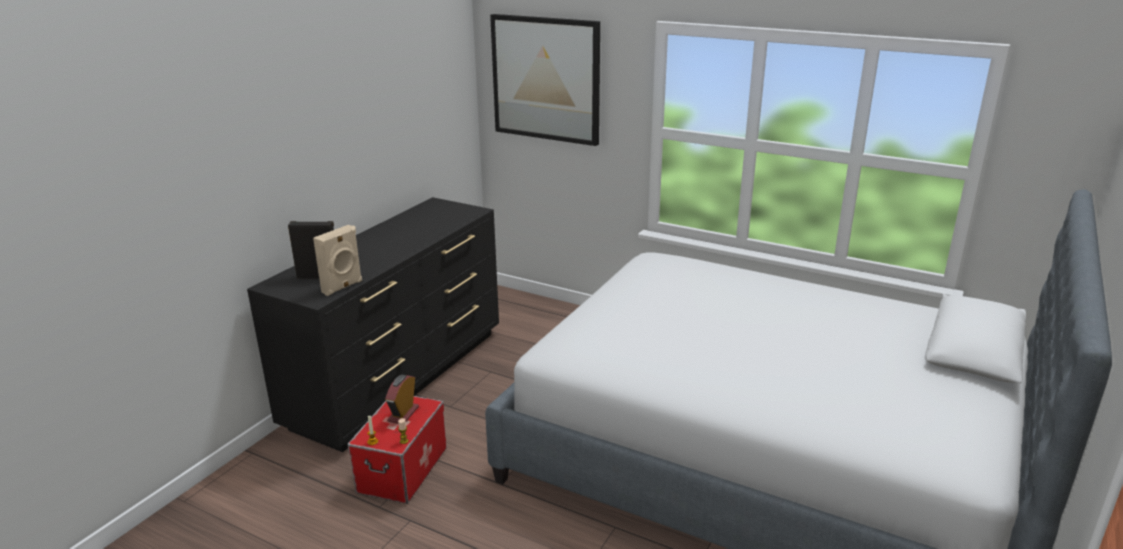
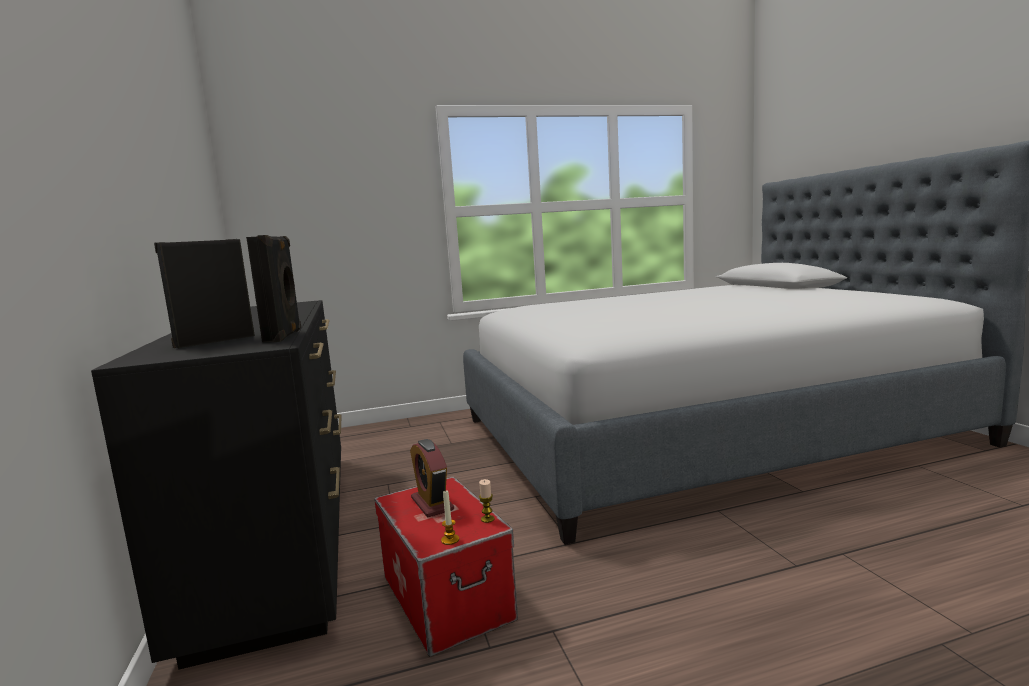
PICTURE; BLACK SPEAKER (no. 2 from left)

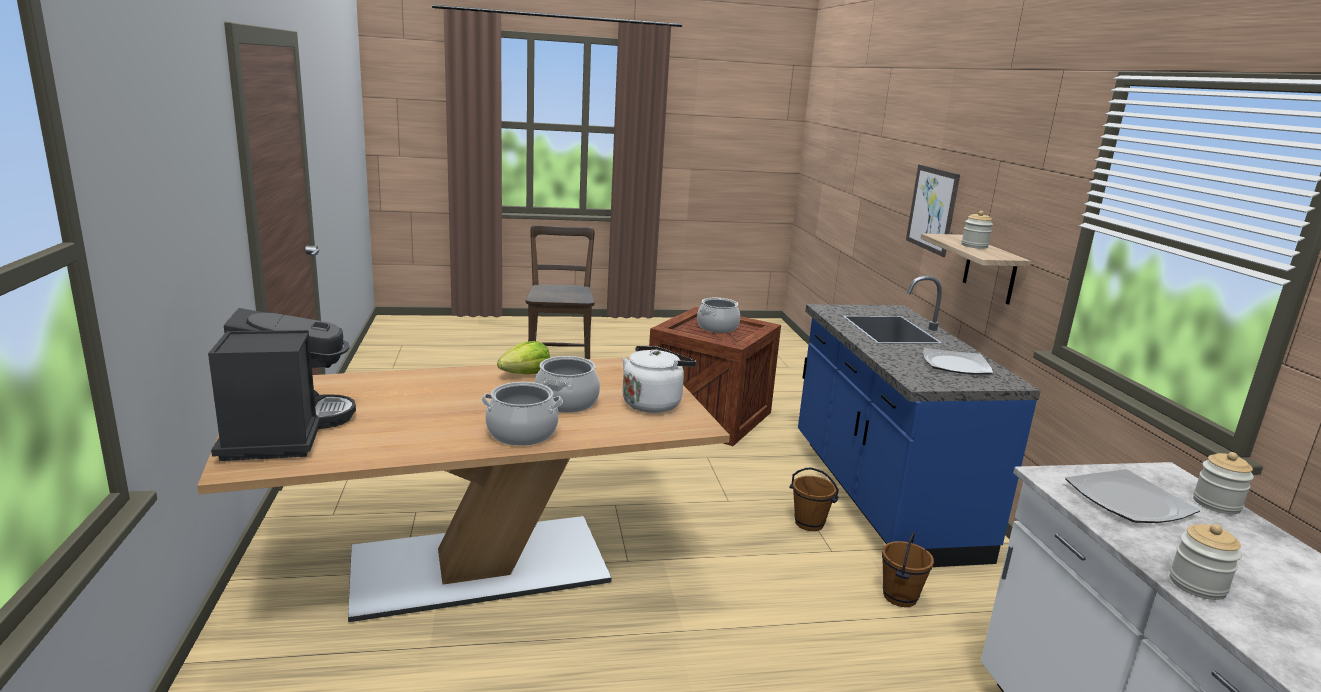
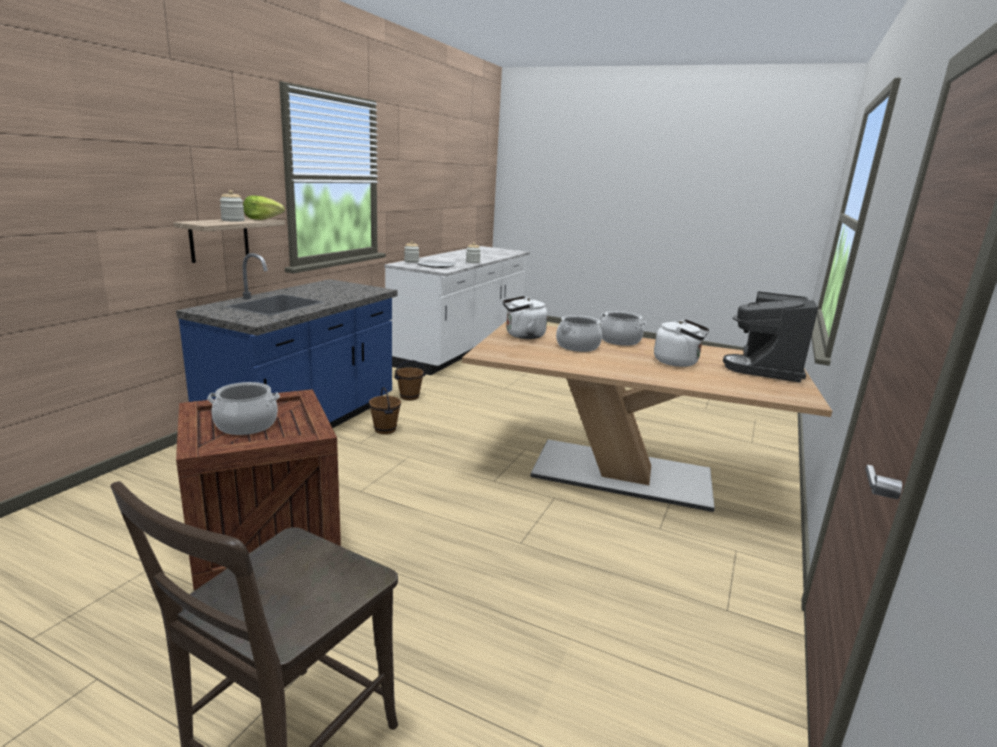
PICTURE; PLATE (no. 1 from left in the first image); WHITE KETTLE (no. 2 from left); LETTUCE

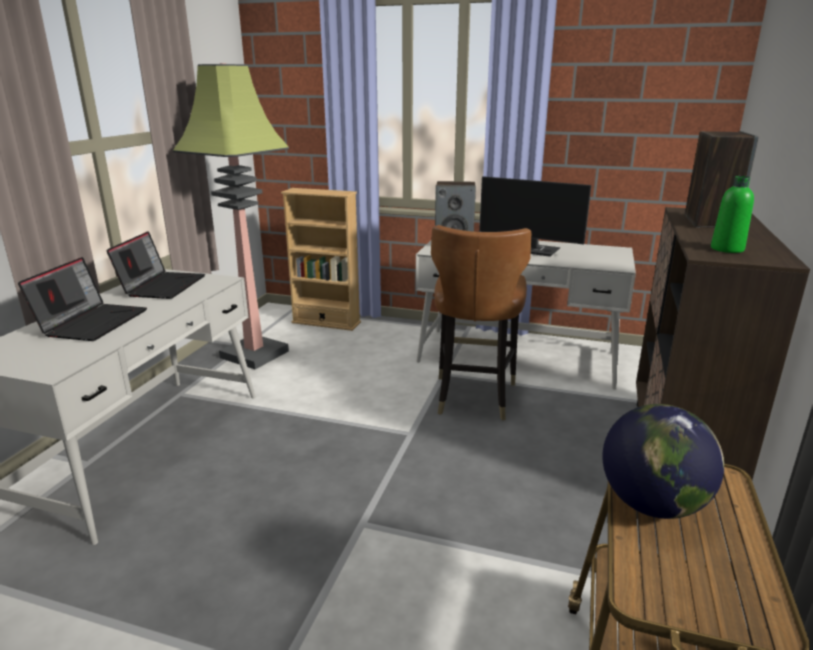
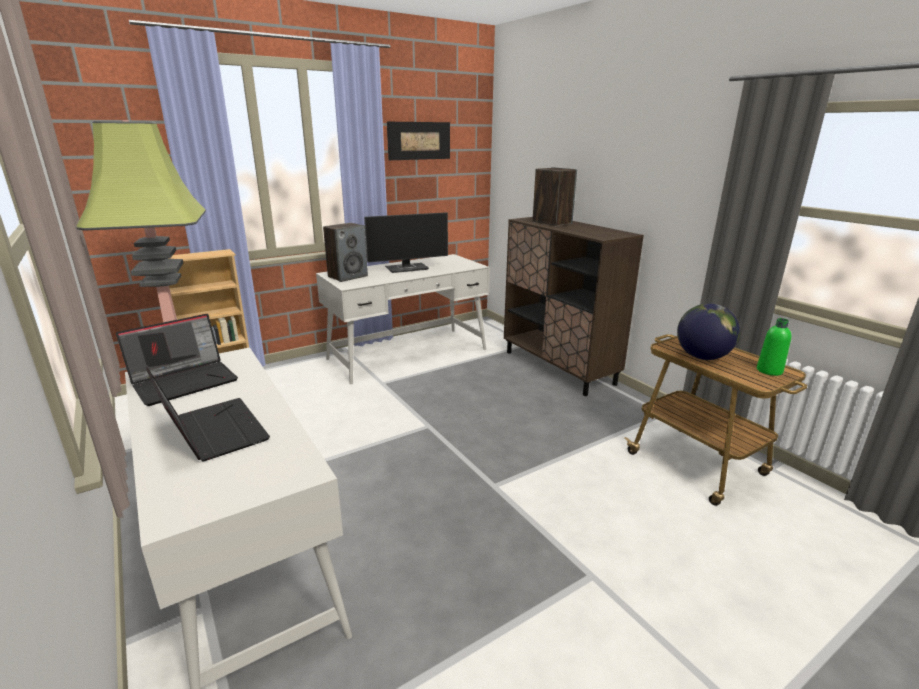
BROWN CHAIR; PICTURE; GREEN BOTTLE; LAPTOP (no. 1 from left)

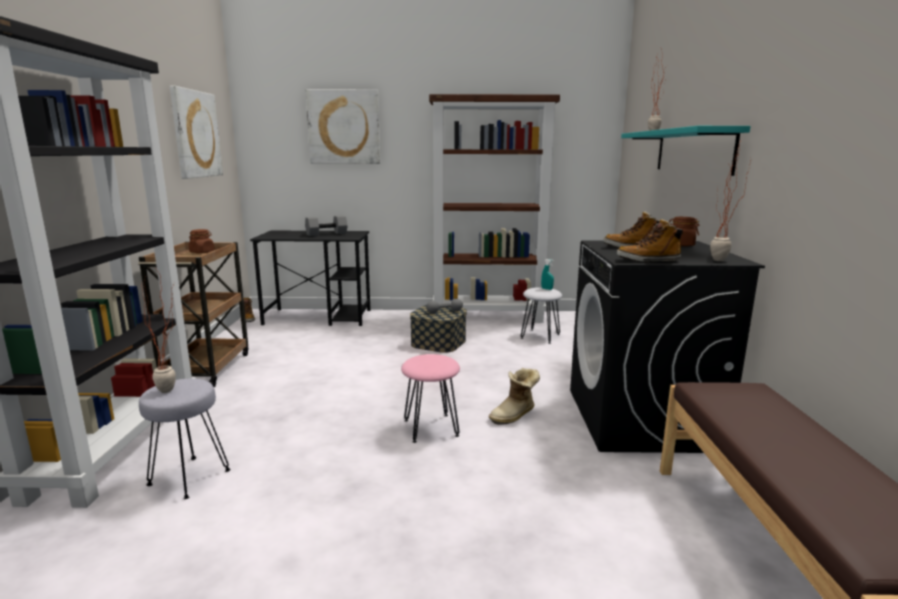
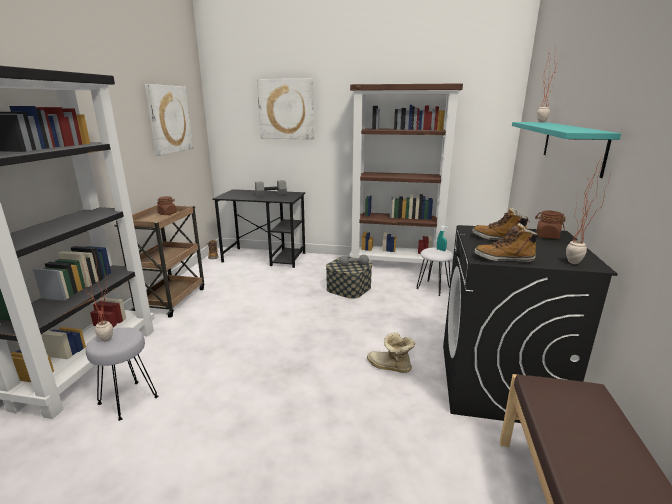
PINK STOOL; BOOT (no. 2 from left)

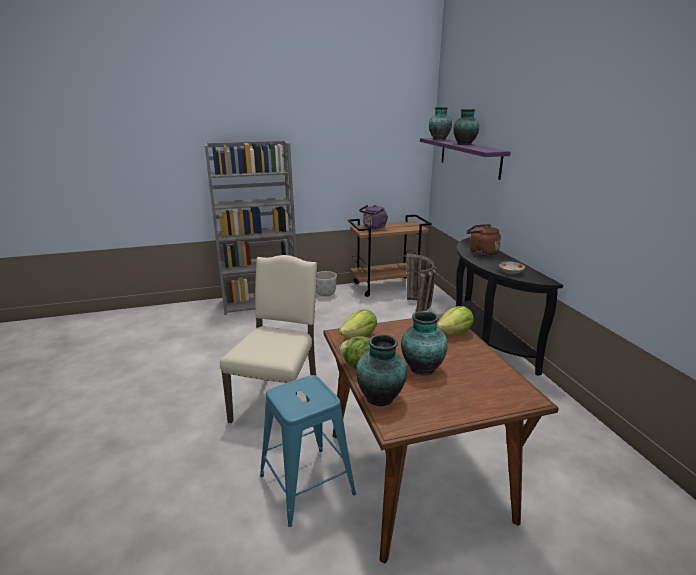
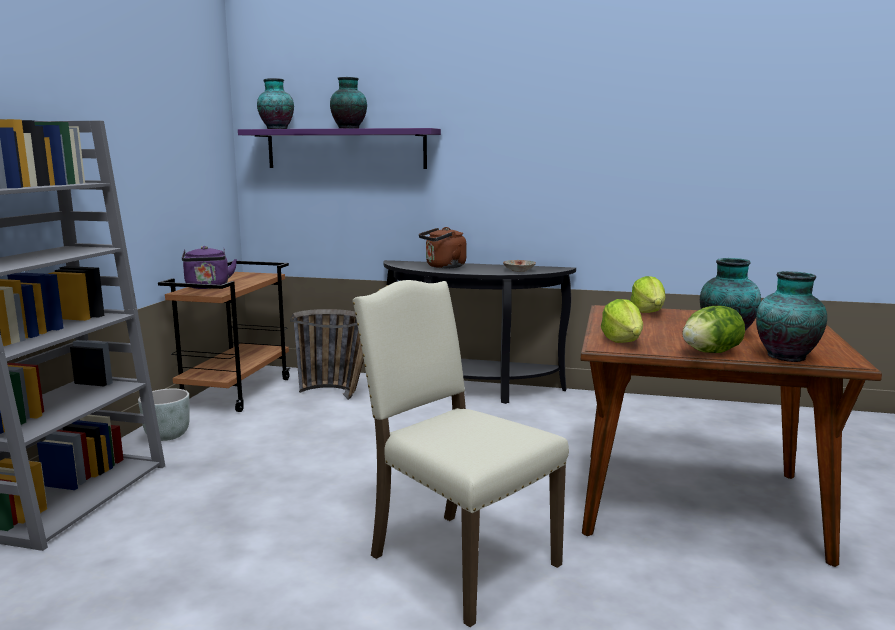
BLUE STOOL

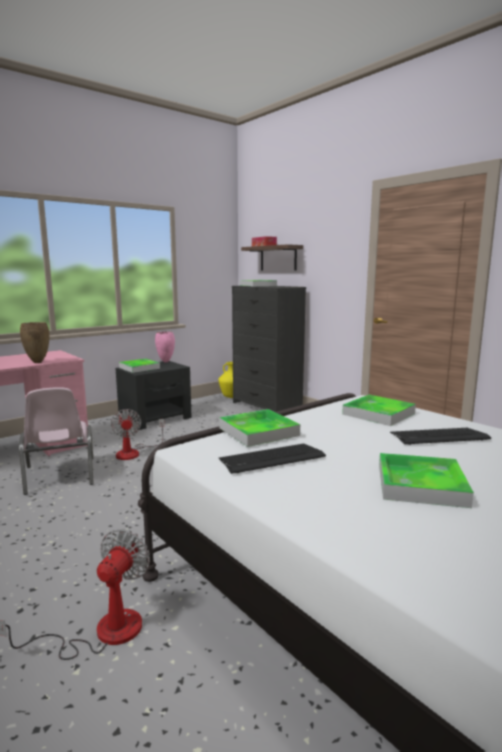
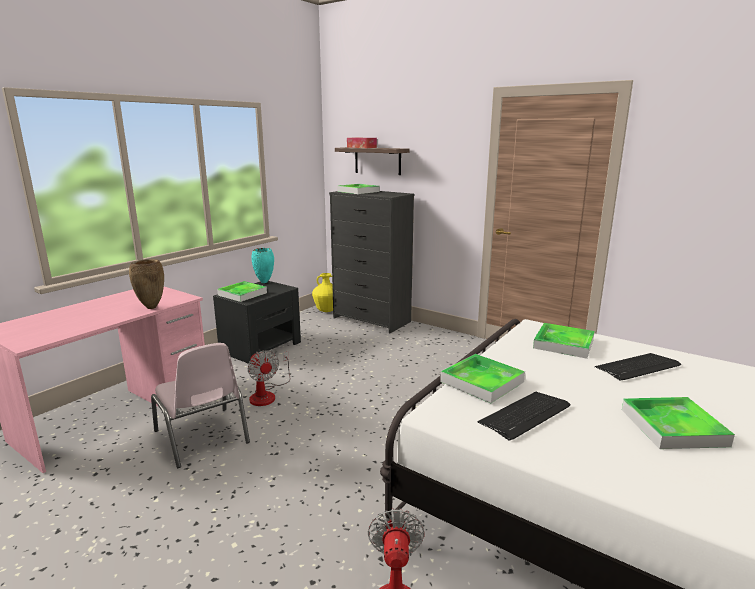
TURQUOISE VASE

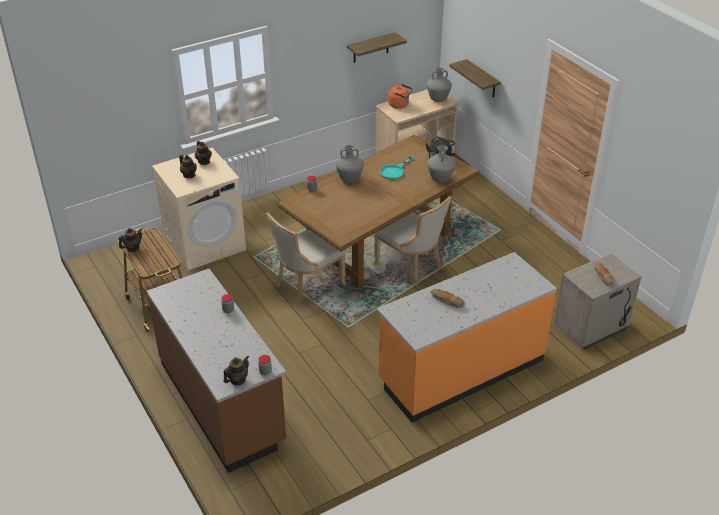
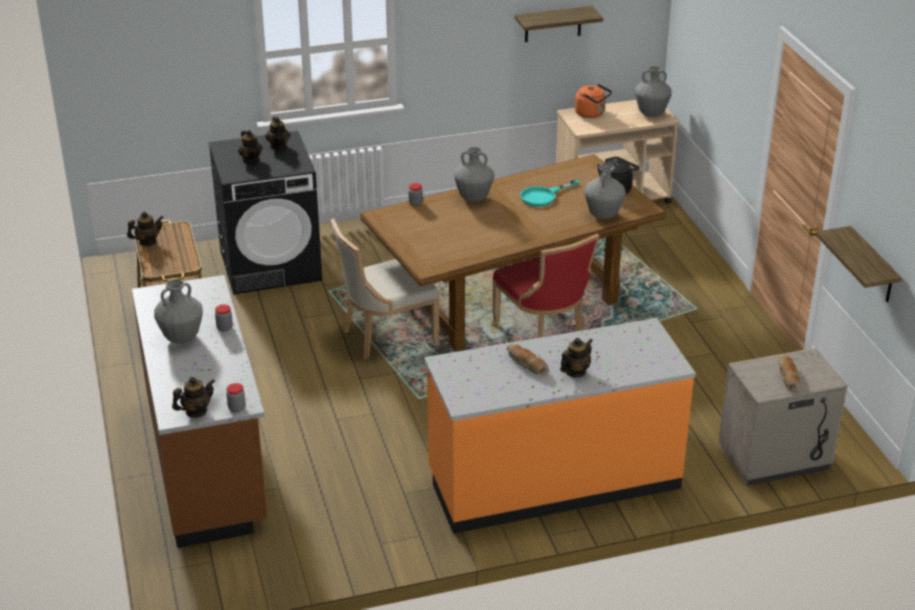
GREY VASE (no. 1 from left); TEAPOT (no. 5 from left); SHELF (no. 2 from left); BLACK WASHING MACHINE; RED CHAIR

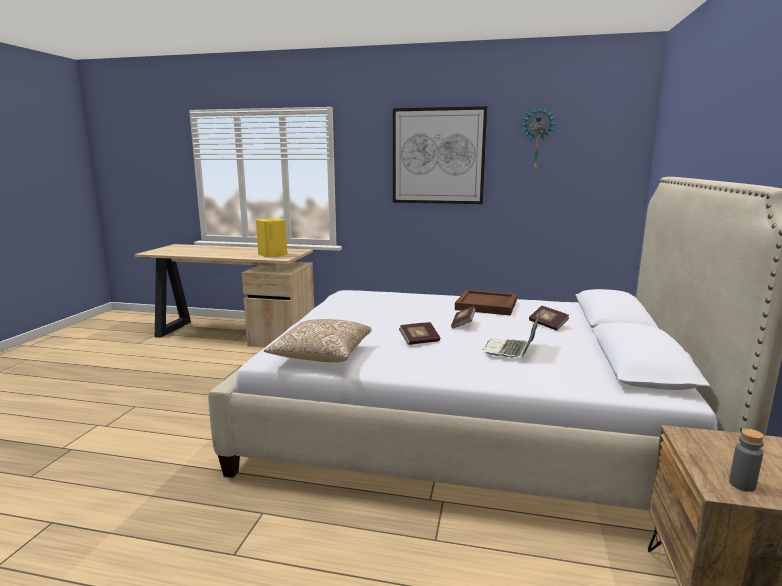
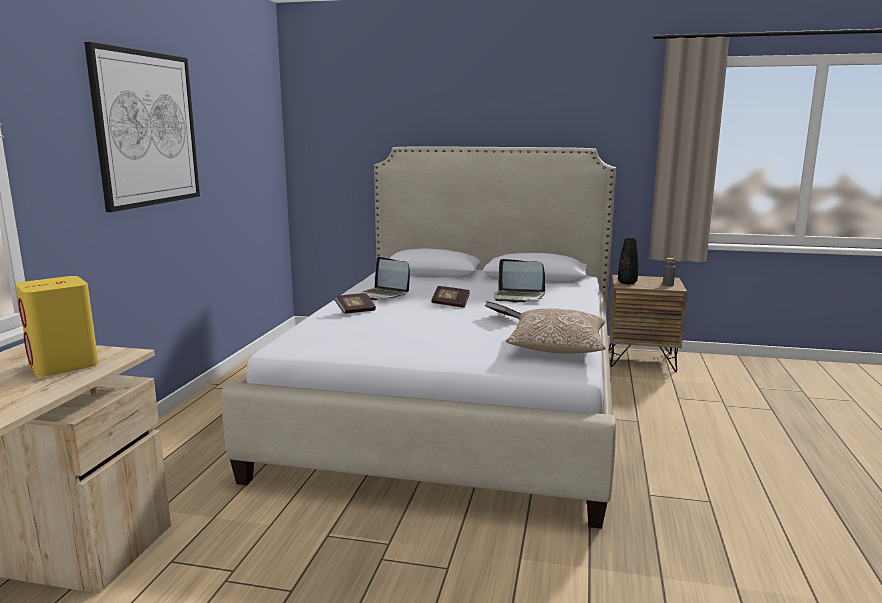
WALL CLOCK; BLACK VASE; BOOK (no. 1 from left); LAPTOP (no. 1 from left)

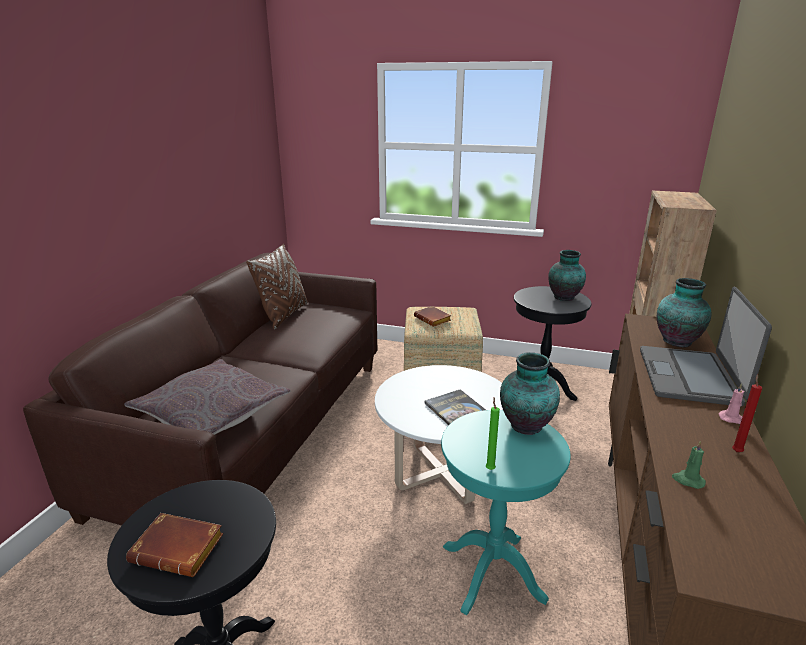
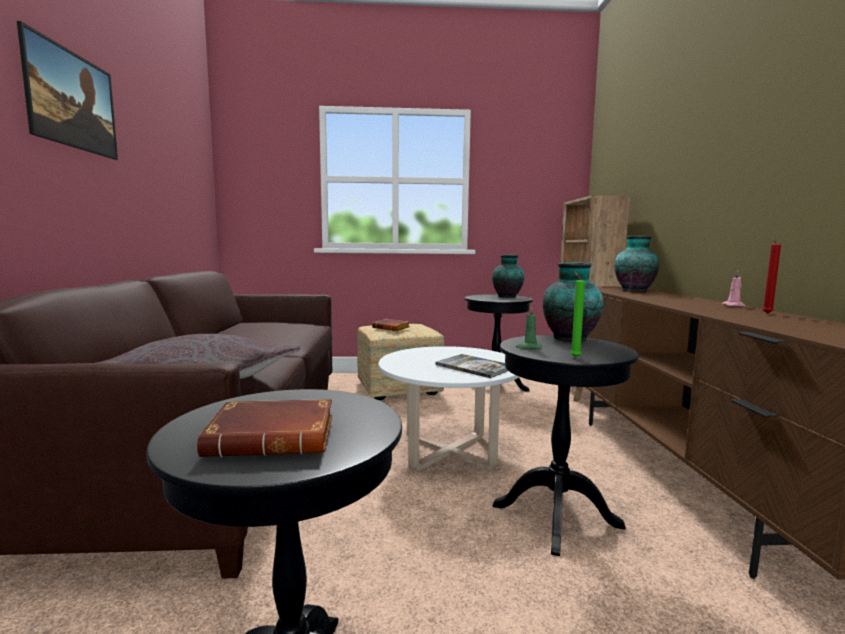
BROWN PILLOW; LAPTOP; PICTURE; GREEN CANDLE (no. 1 from left); BLACK SIDE TABLE (no. 3 from left)

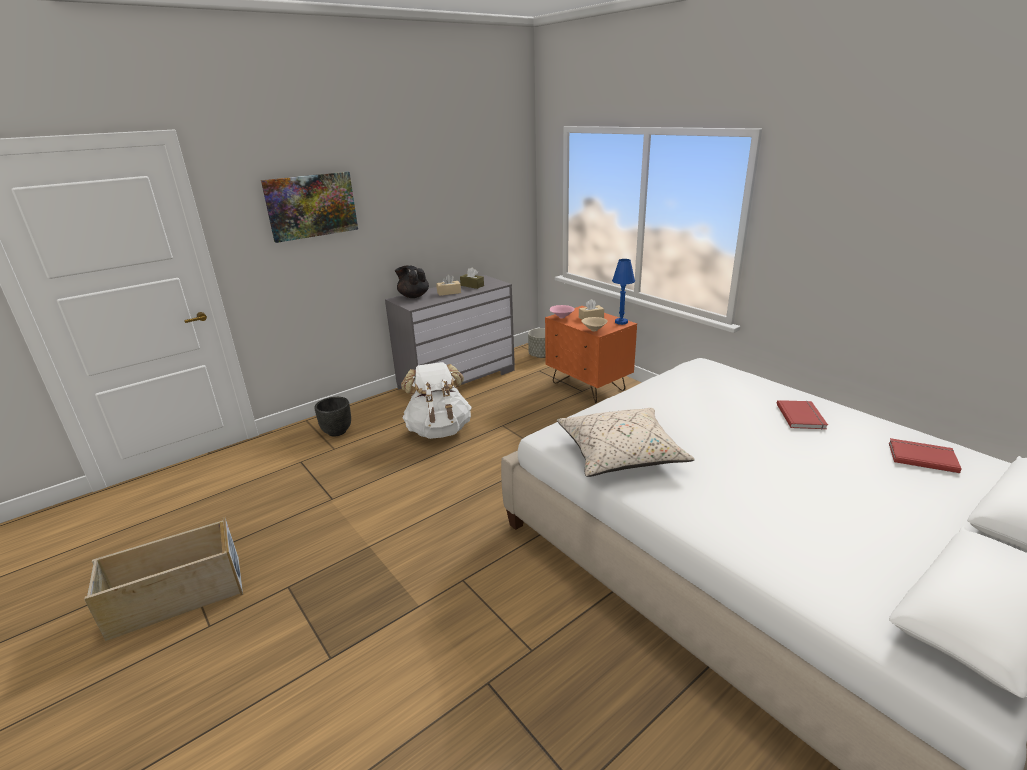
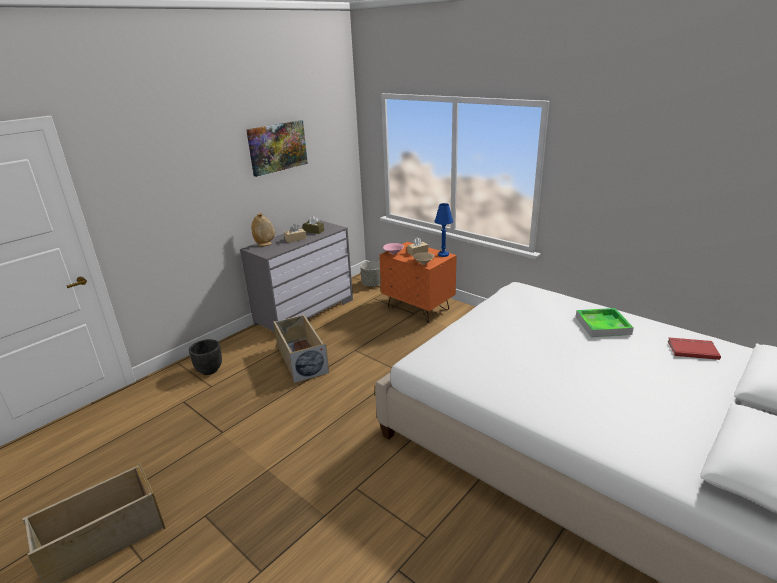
BEIGE PILLOW; PICTURE; BEIGE VASE; BEIGE STORAGE BOX (no. 2 from left); TRAY

